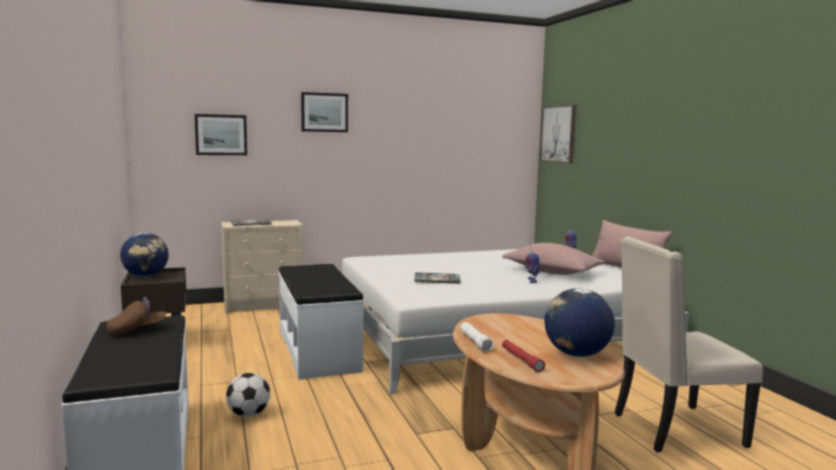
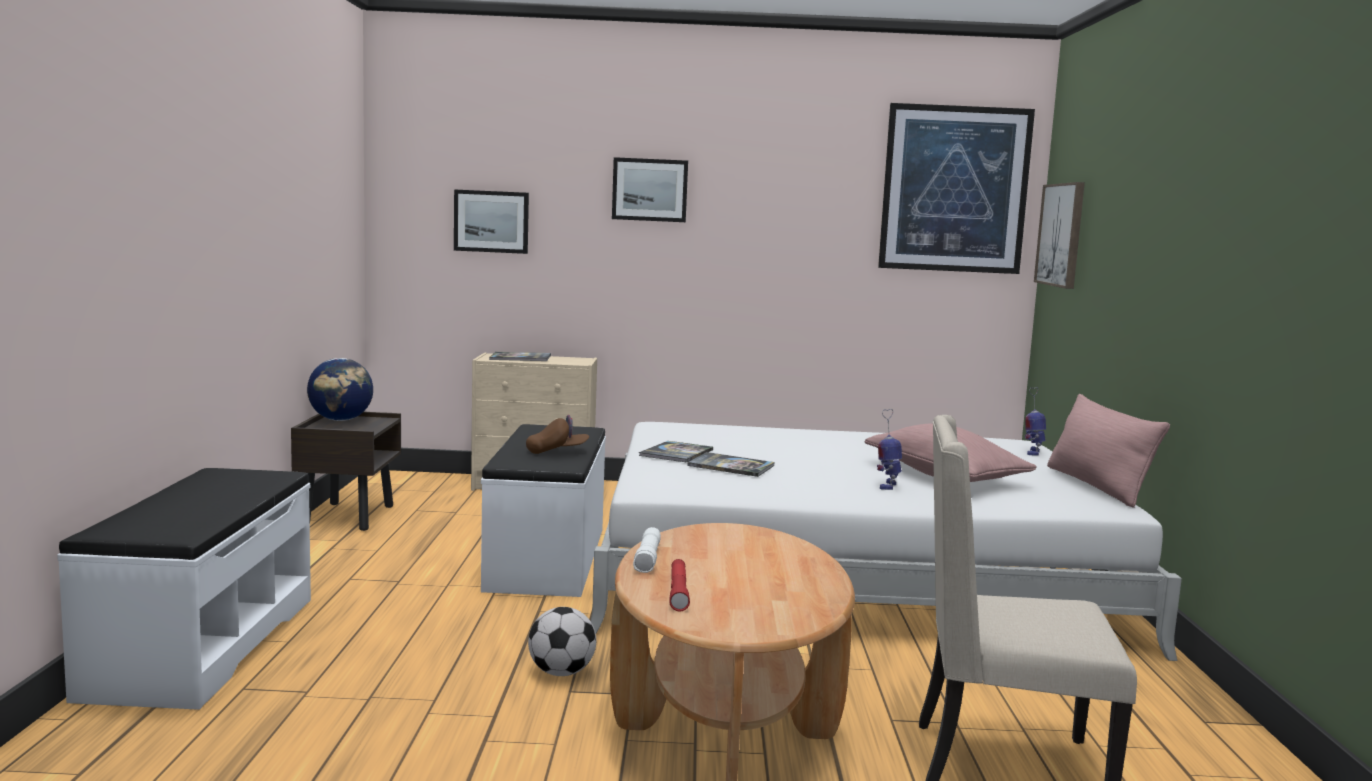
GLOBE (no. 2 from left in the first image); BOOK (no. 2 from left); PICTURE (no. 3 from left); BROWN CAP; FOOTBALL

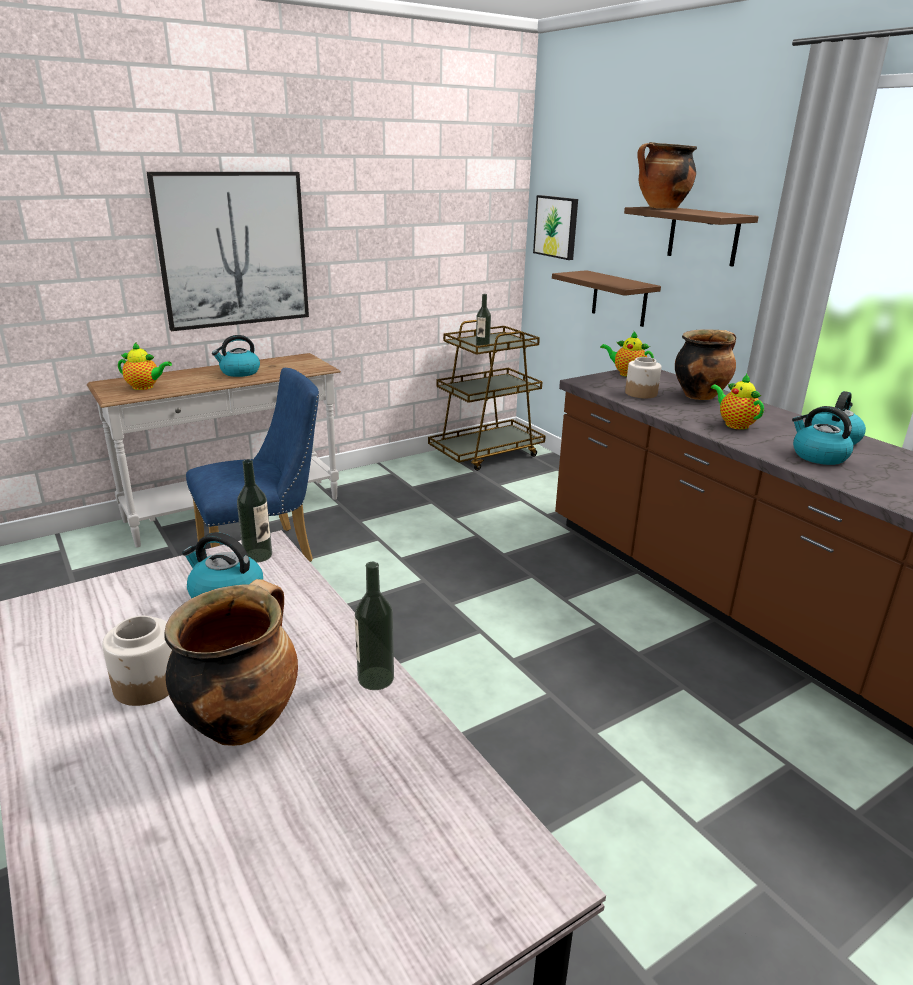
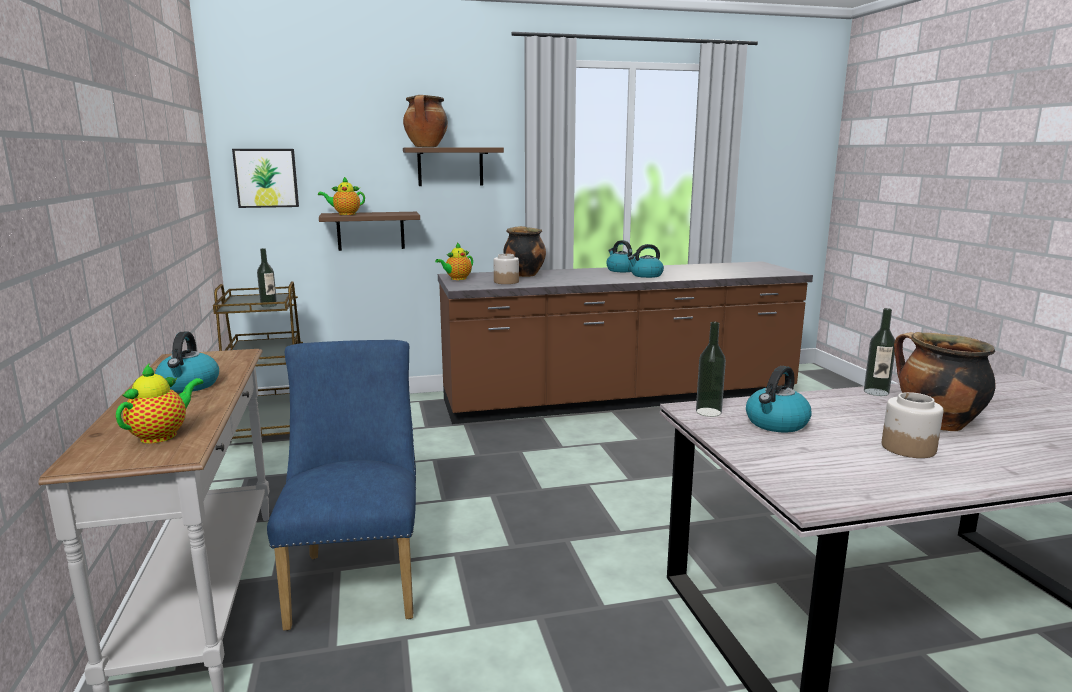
PICTURE (no. 1 from left in the first image); TEAPOT (no. 2 from left)

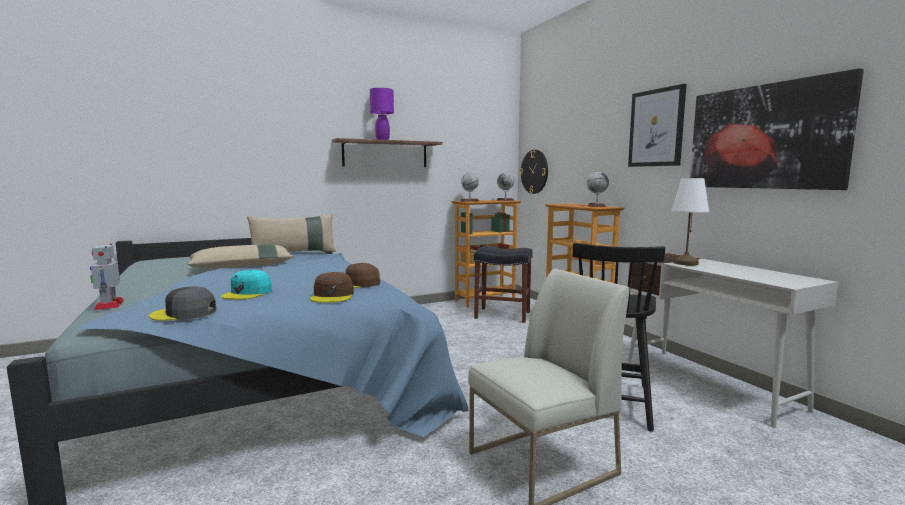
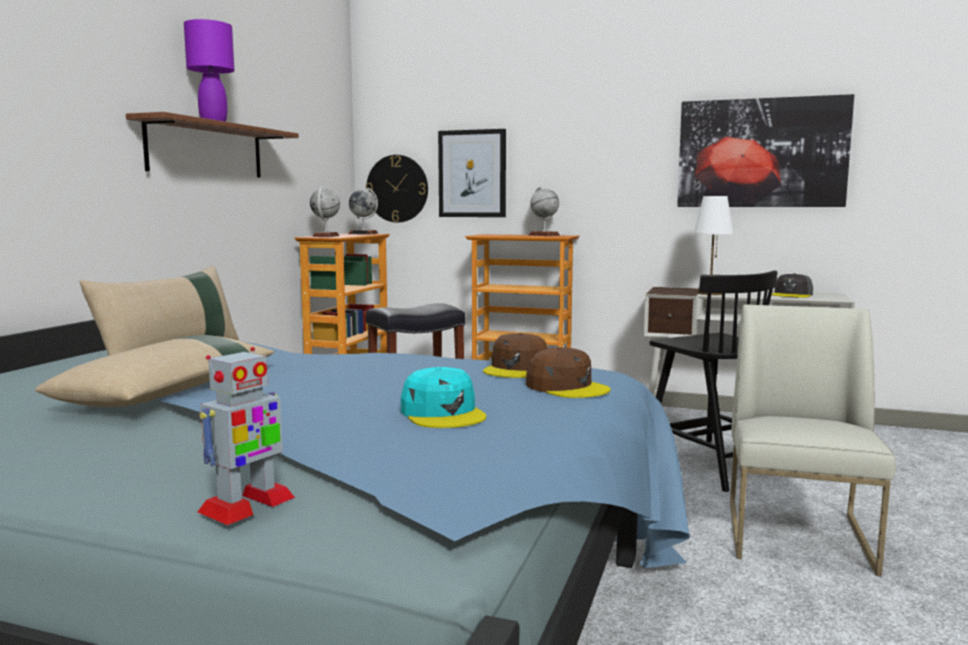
GREY CAP; PICTURE (no. 1 from left); TOY ROBOT

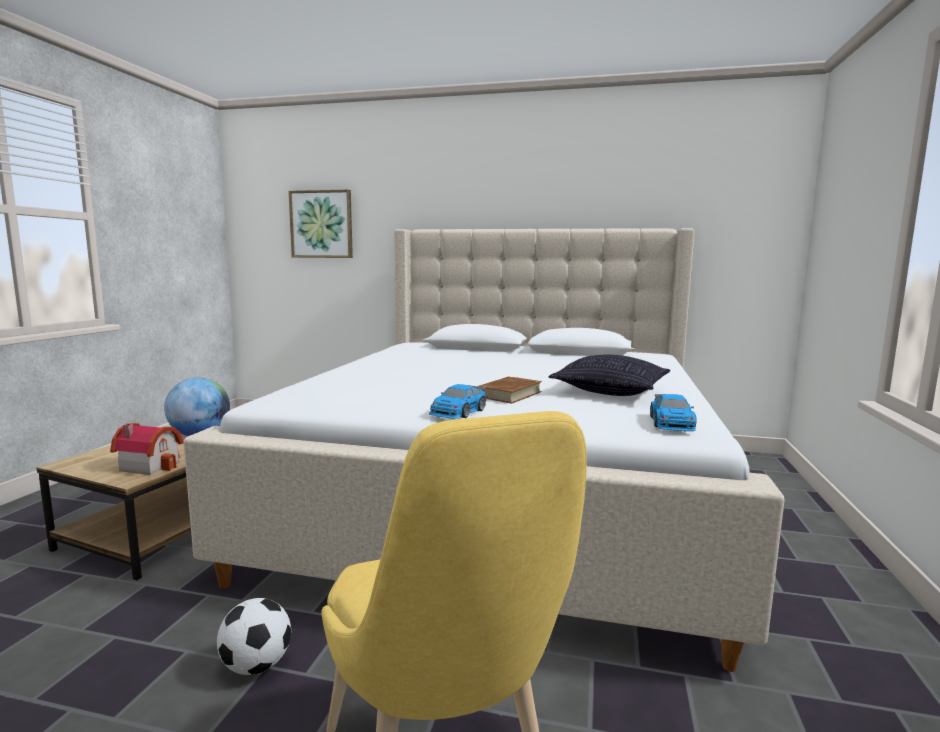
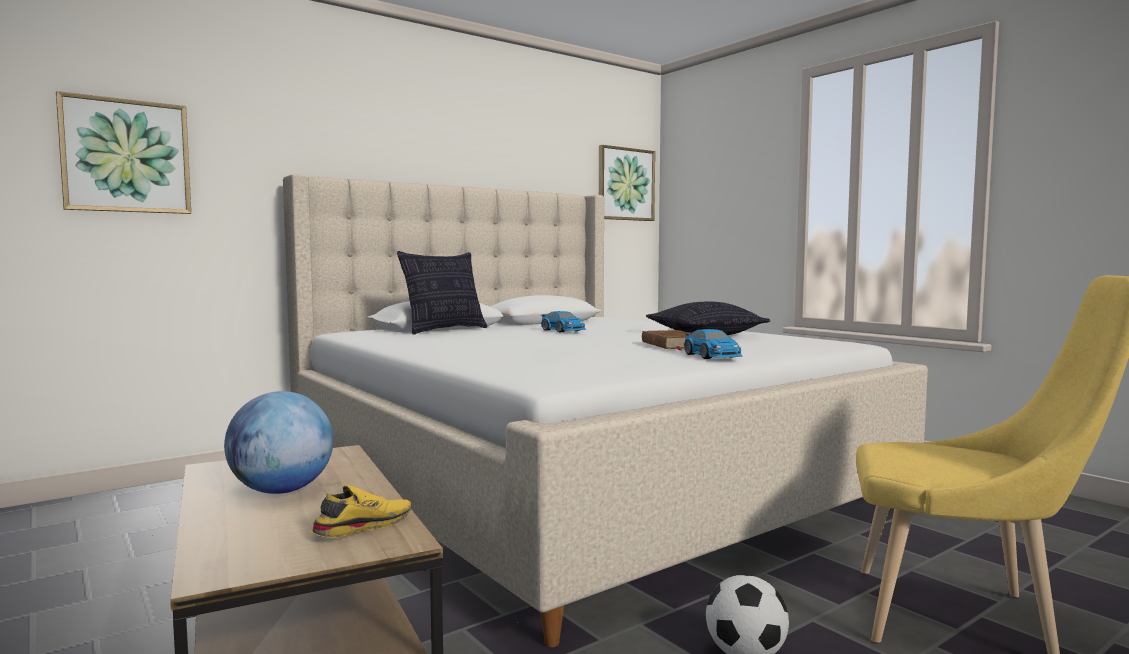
PILLOW (no. 1 from left); PICTURE (no. 2 from left); TOY CAR (no. 1 from left); YELLOW SHOE

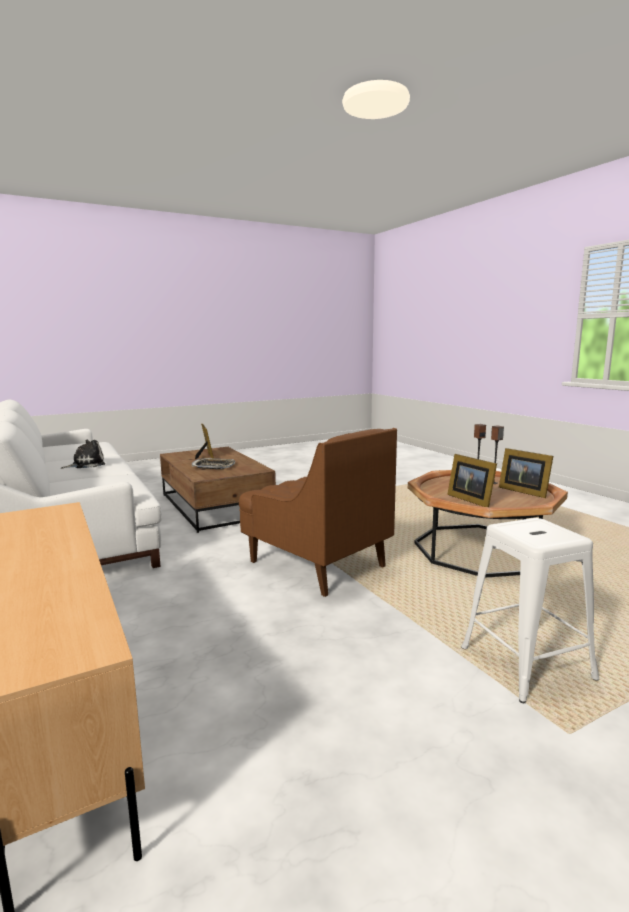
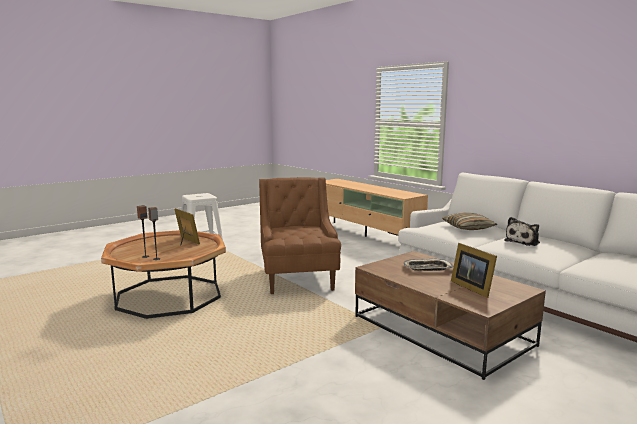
PICTURE FRAME (no. 3 from left in the first image); PILLOW; BROWN ARMCHAIR

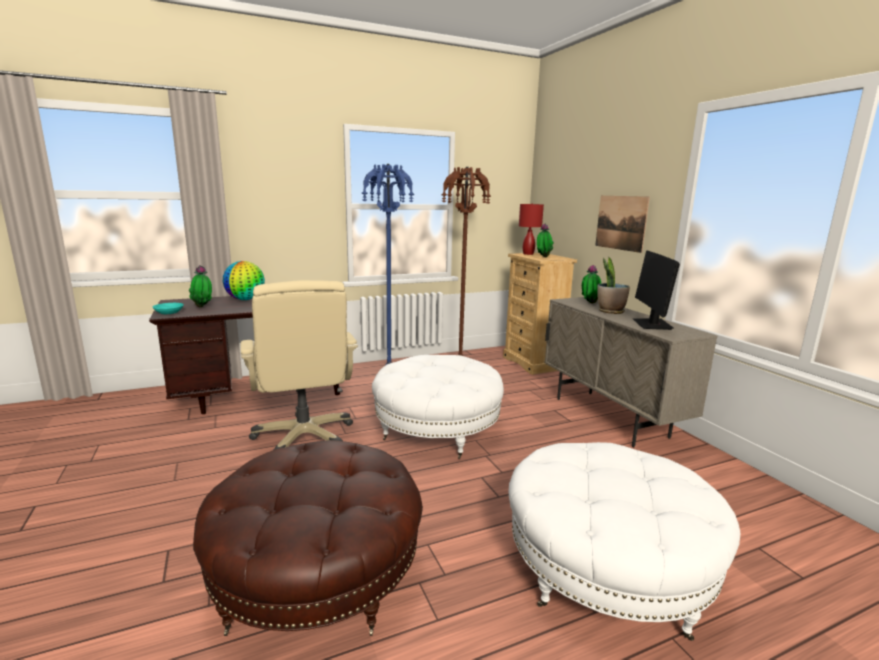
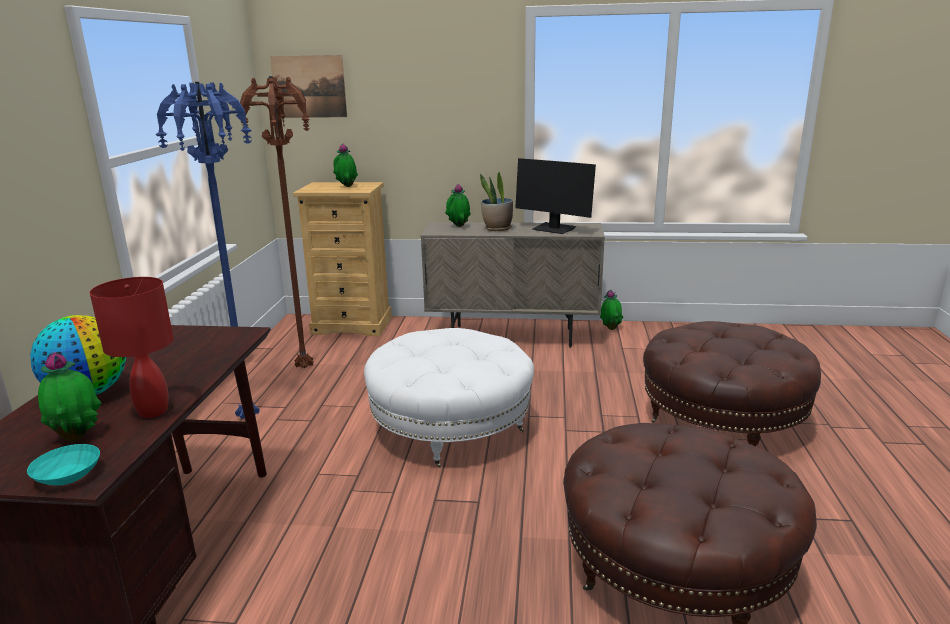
BEIGE OFFICE CHAIR; POTTED PLANT (no. 5 from left); RED TABLE LAMP; PICTURE; BROWN OTTOMAN (no. 2 from left)

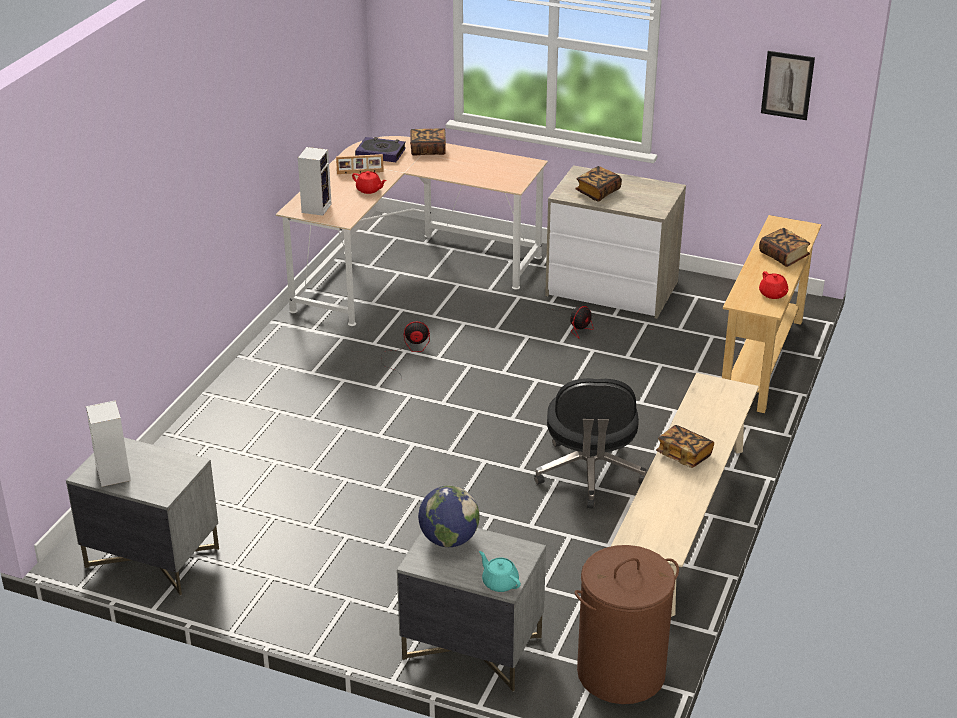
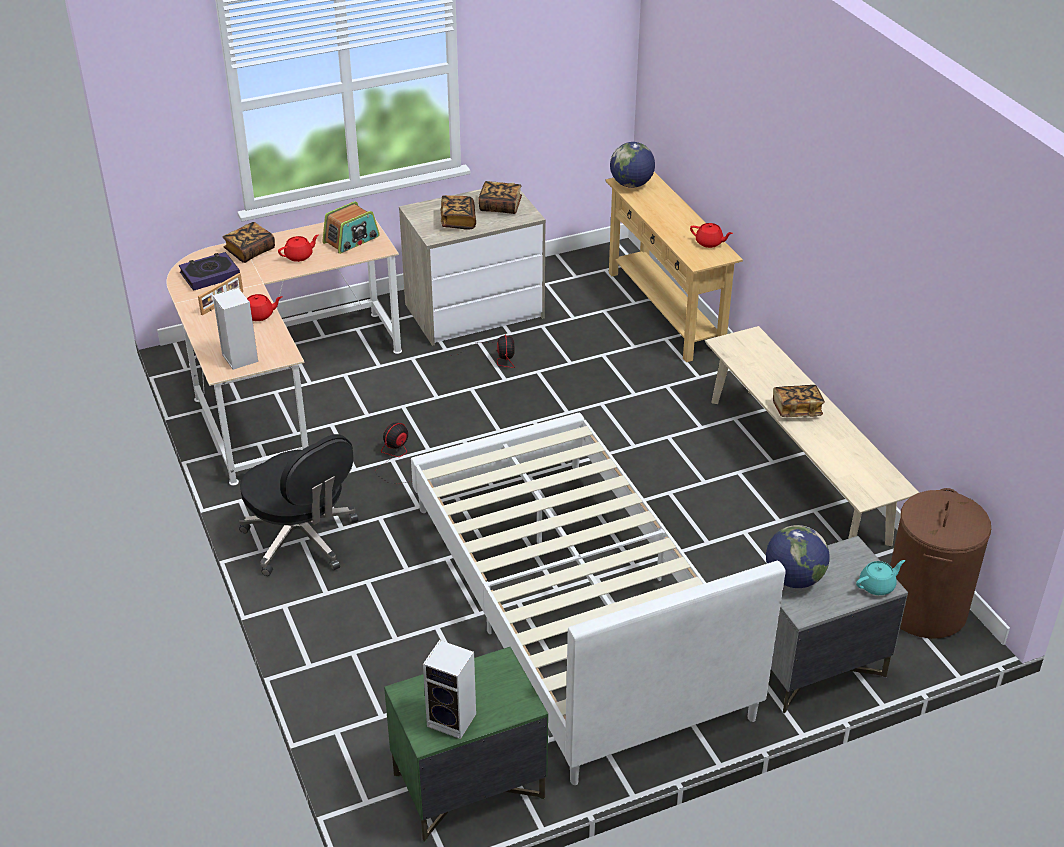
PICTURE; RED TEAPOT (no. 2 from left); RADIO; WHITE BED; GLOBE (no. 1 from left); BLACK OFFICE CHAIR; BOOK (no. 4 from left); GREEN NIGHTSTAND; TURQUOISE TEAPOT

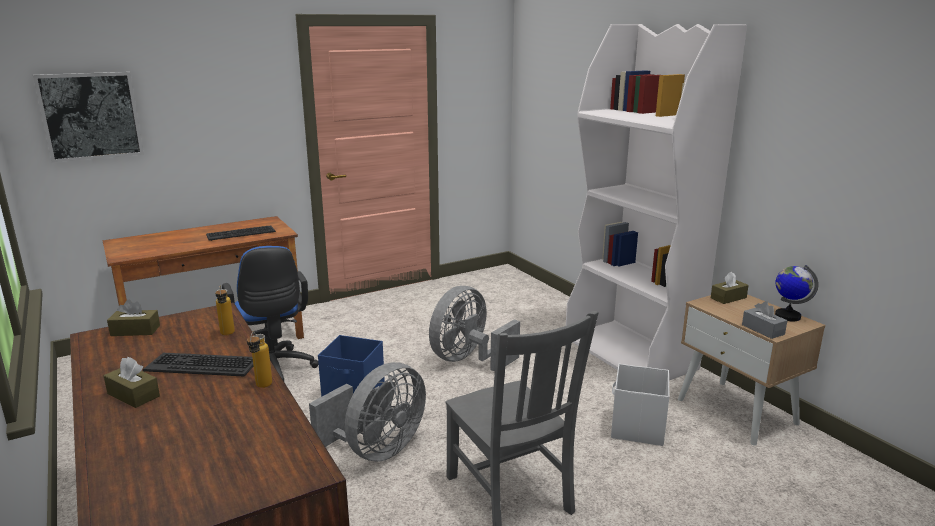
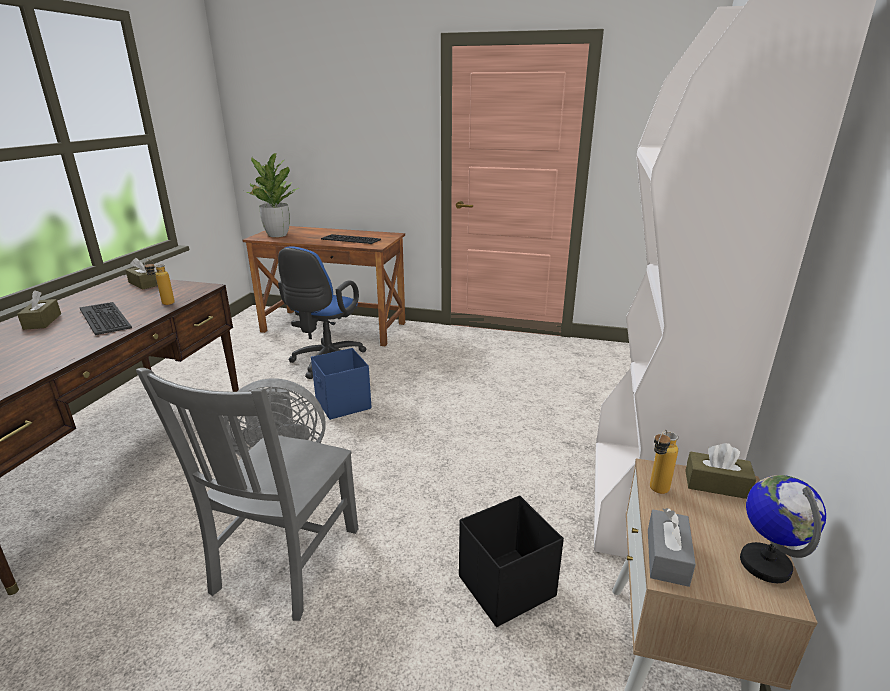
PICTURE; GREY FAN (no. 2 from left in the first image); POTTED PLANT; BOTTLE (no. 2 from left); BLACK STORAGE BOX

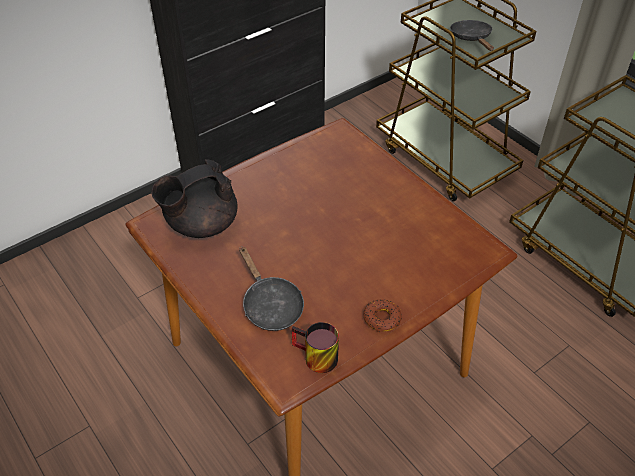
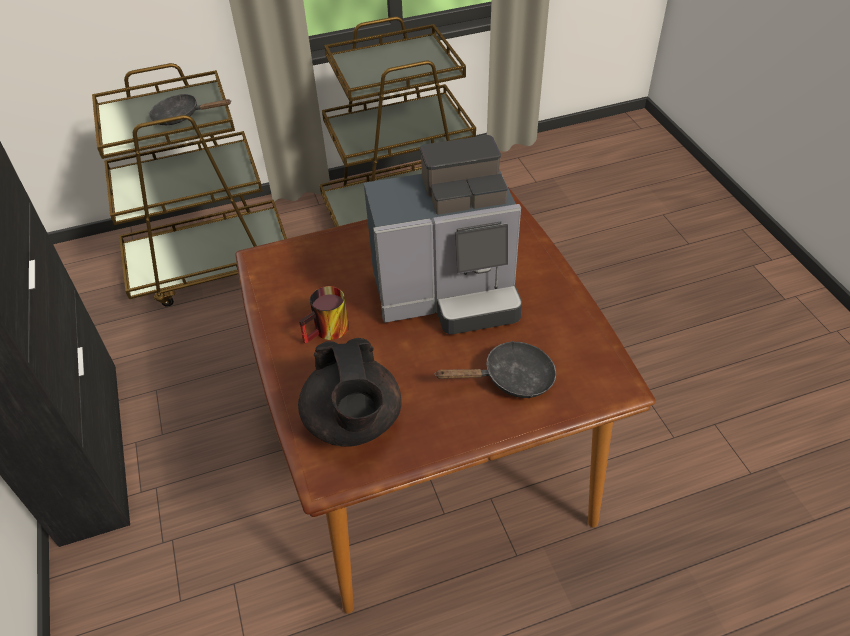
DONUT; COFFEE MACHINE; MUG

